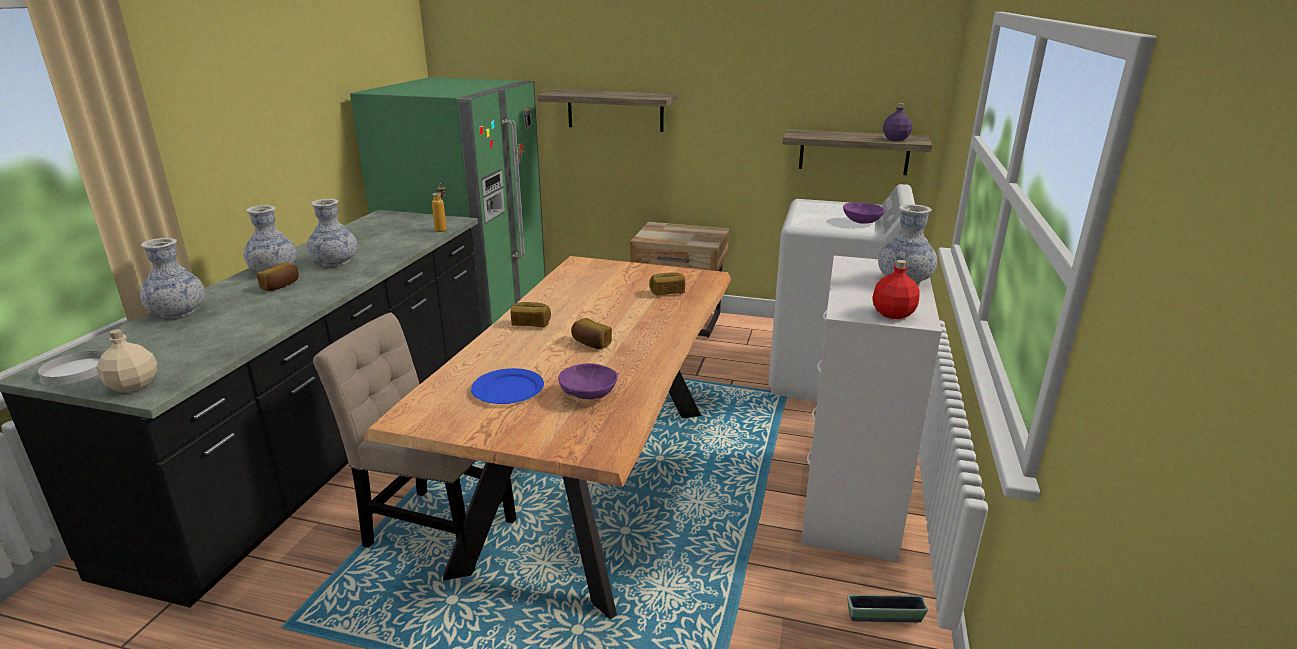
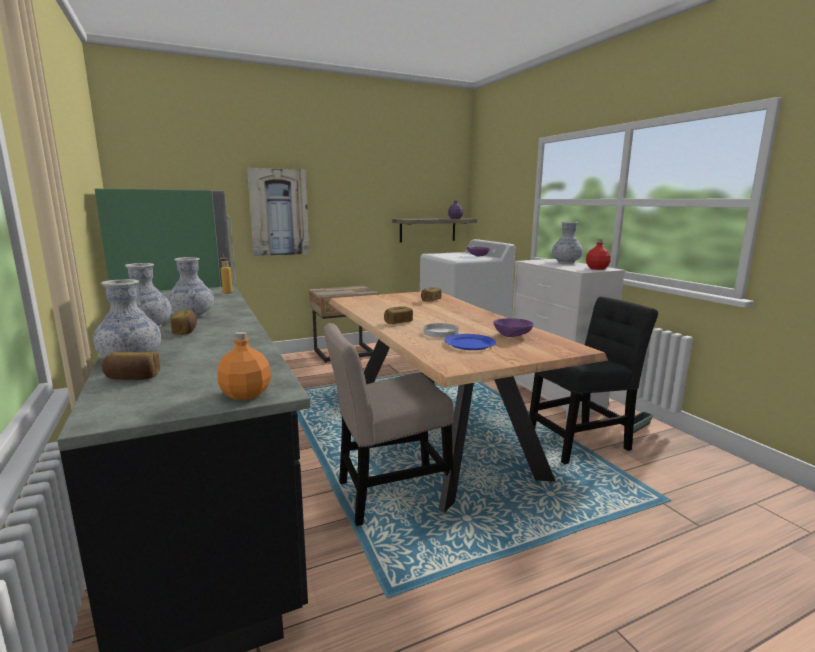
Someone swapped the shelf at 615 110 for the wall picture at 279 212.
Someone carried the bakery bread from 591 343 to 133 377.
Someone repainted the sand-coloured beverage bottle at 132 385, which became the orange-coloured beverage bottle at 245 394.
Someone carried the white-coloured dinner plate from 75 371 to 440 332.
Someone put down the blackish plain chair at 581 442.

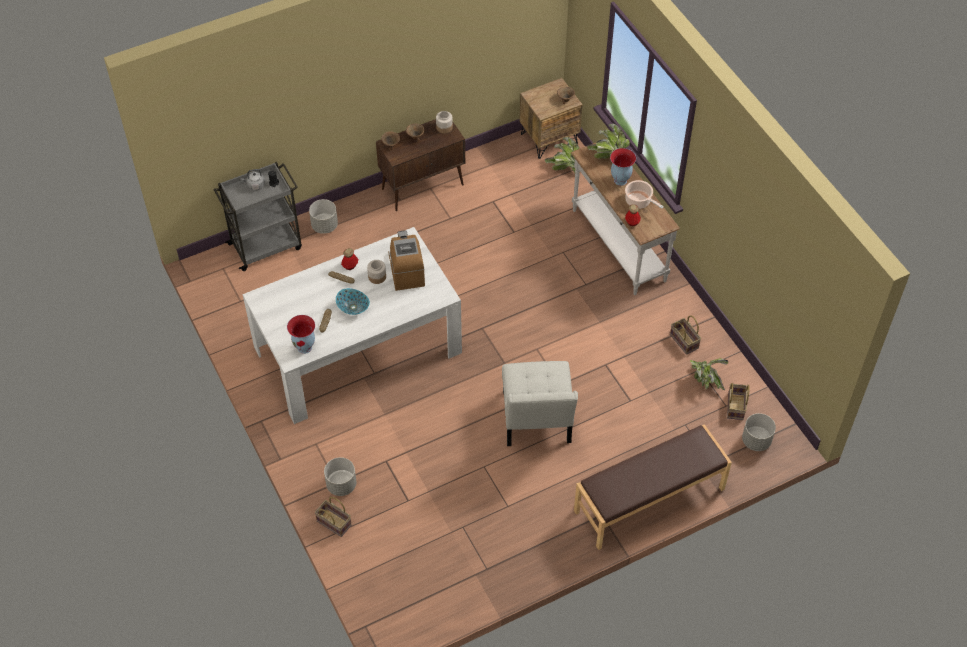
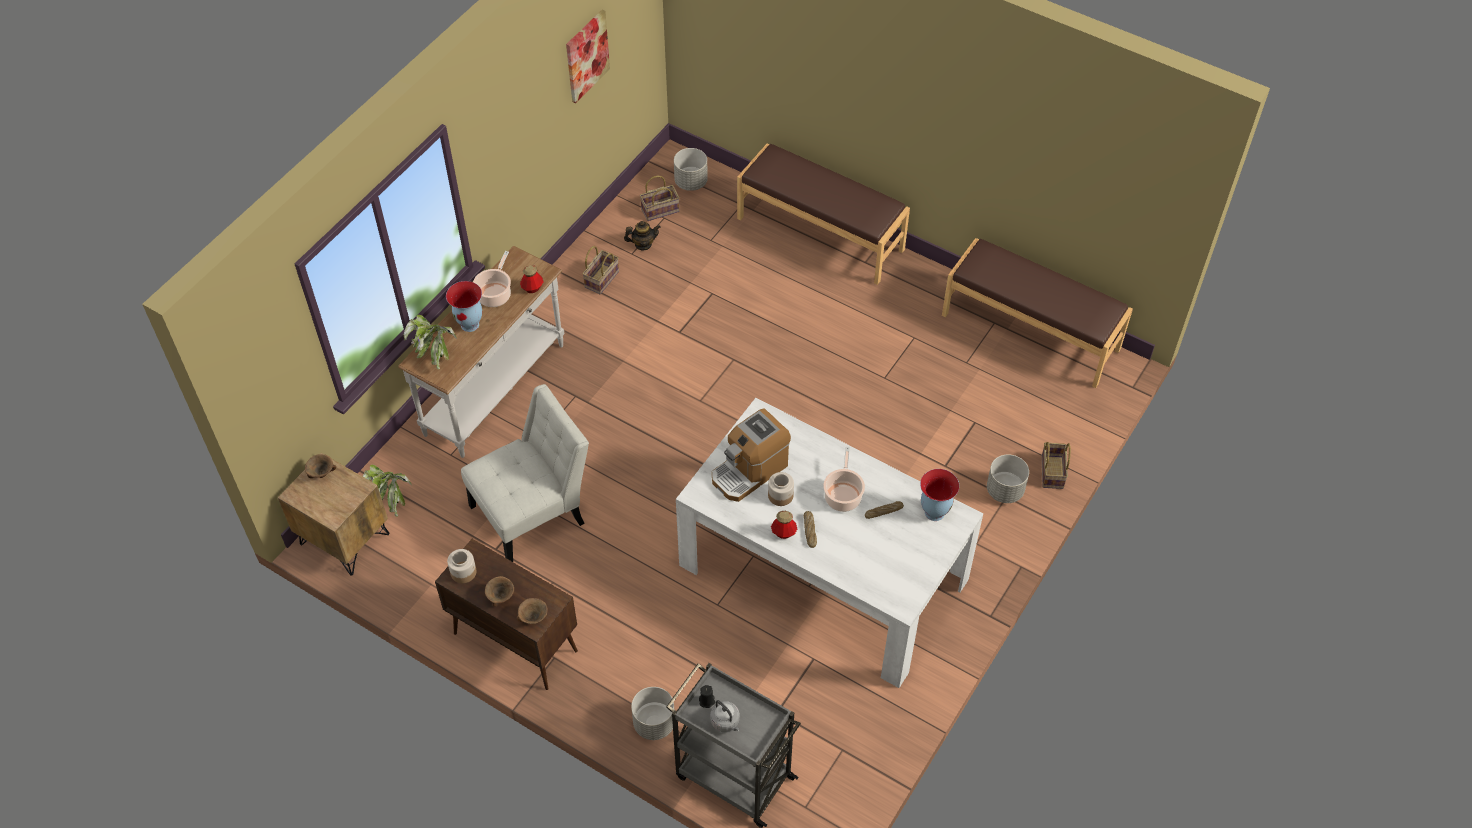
Someone swapped the bowl at 353 307 for the saucepot at 843 495.
Someone swapped the plant in a pot at 705 380 for the teapot at 643 244.
Someone carried the white-coloured plain chair from 536 421 to 533 511.
Someone put up the wall picture at 586 56.
Someone put down the brown long seat at 1030 331.

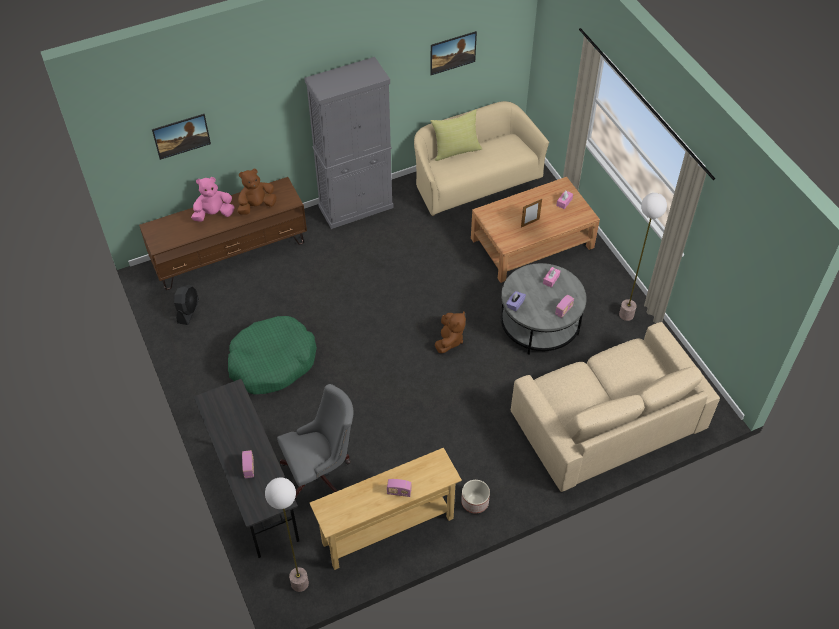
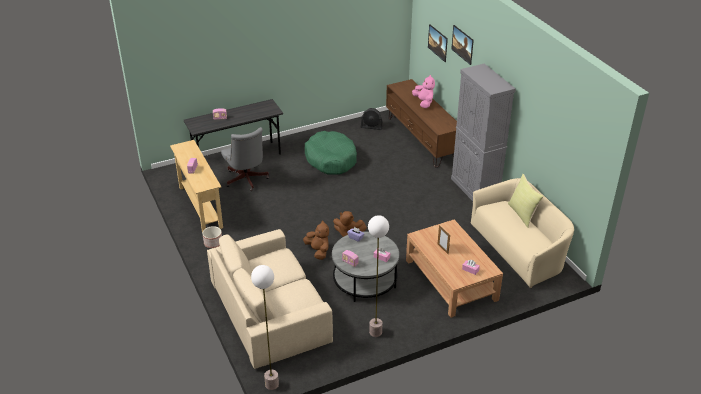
Someone carried the wall picture from 452 60 to 462 50.
Someone carried the brown soft toy from 256 206 to 318 251.
Someone carried the standard lamp from 299 583 to 271 384.

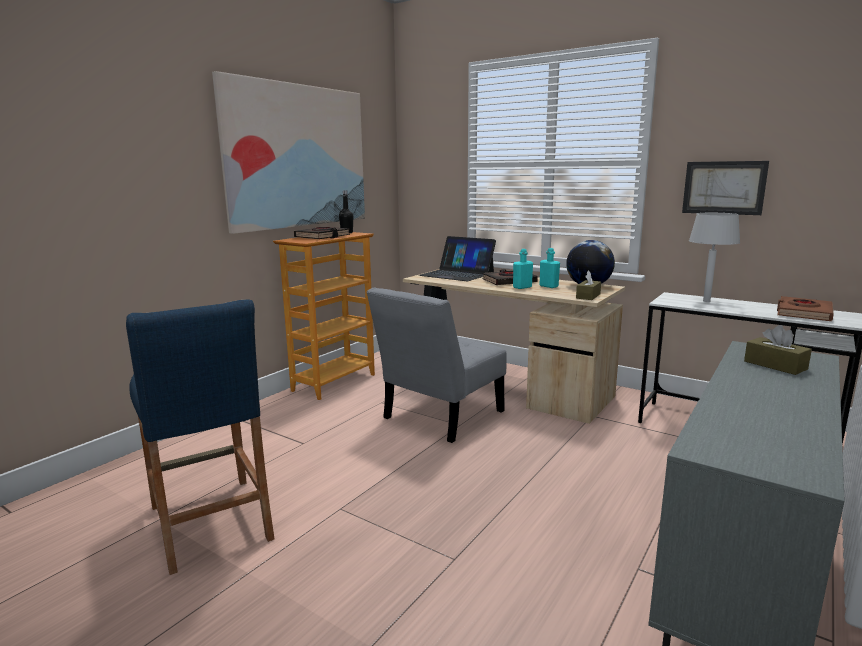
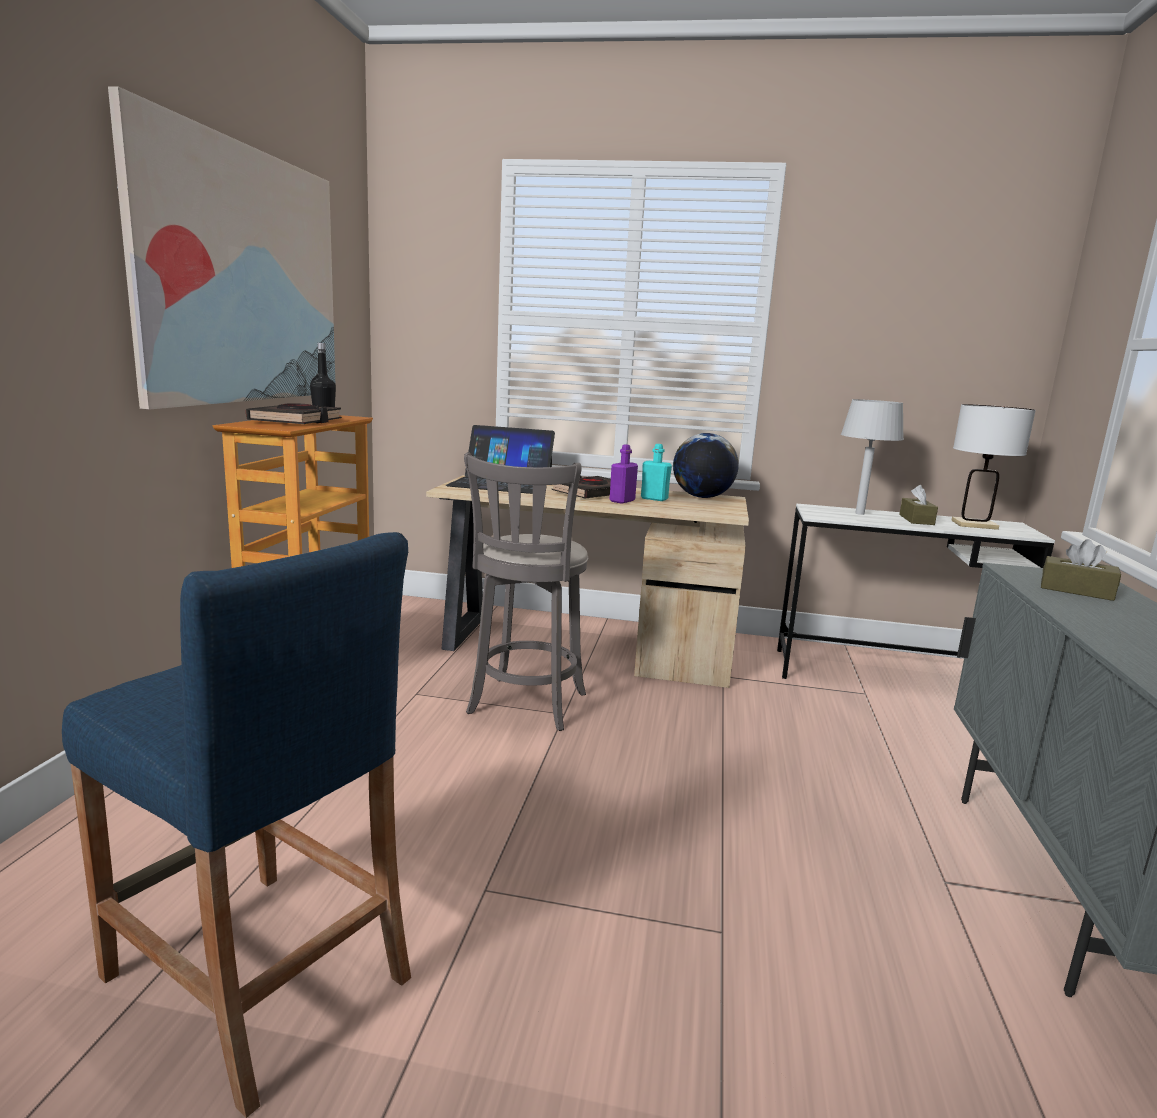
Someone took away the wall picture at 723 187.
Someone repainted the blue-green beverage bottle at 522 287, which became the purple-coloured beverage bottle at 622 501.
Someone carried the brown tissue box from 588 296 to 916 520.
Someone swapped the grey plain chair at 439 417 for the grey stool seat at 525 706.
Someone swapped the brown book at 803 313 for the white-coloured table lamp at 974 525.

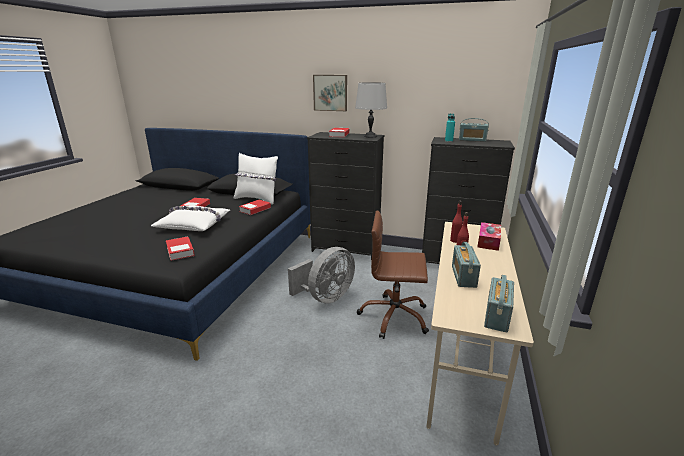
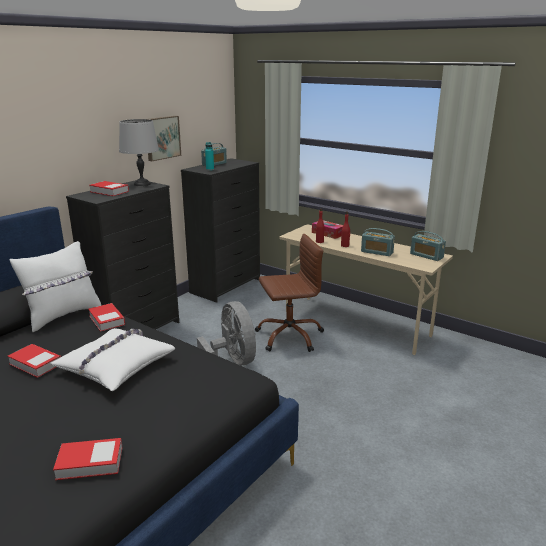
Someone carried the wall picture from 330 92 to 162 137.
Someone rotated the brown desk chair at 394 317 by 135 degrees counterclockwise.
Someone carried the book from 180 251 to 90 463.

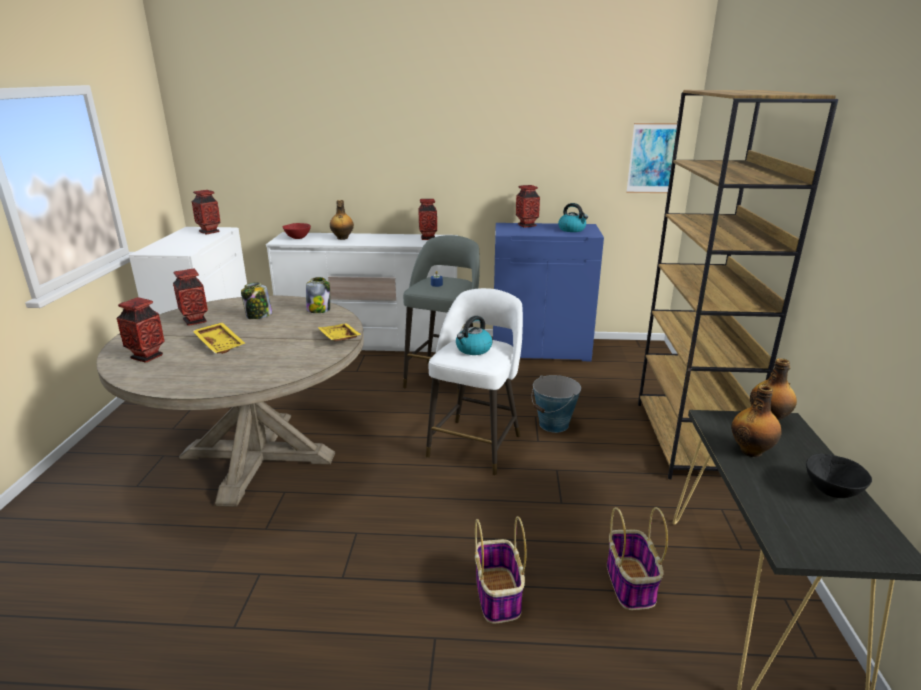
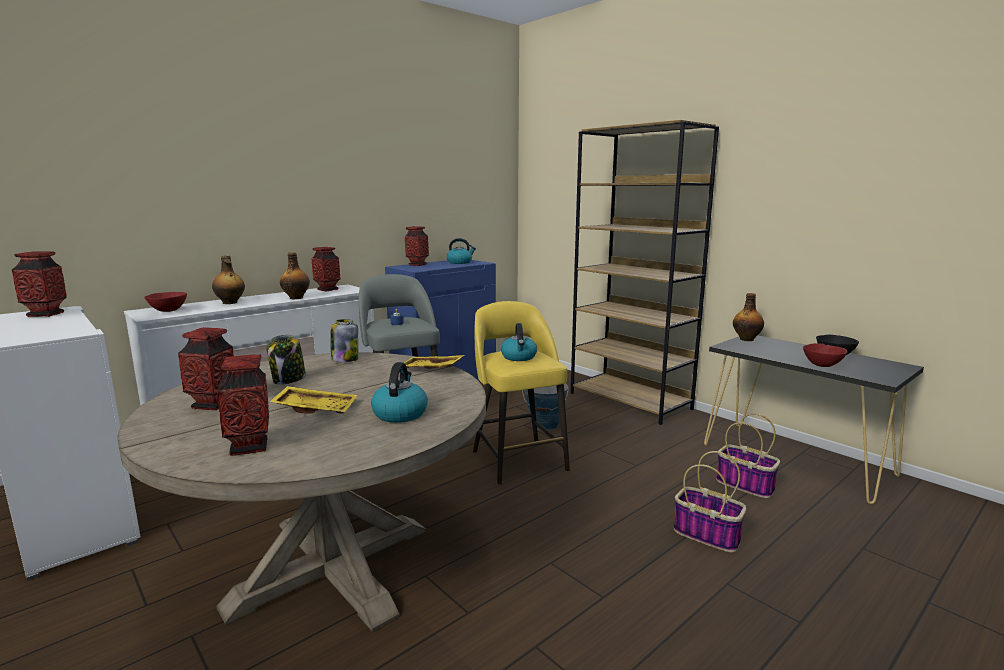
Someone took away the wall picture at 652 158.
Someone repainted the white-coloured stool seat at 476 444, which became the yellowish stool seat at 518 459.
Someone carried the beverage bottle from 751 451 to 296 298.
Someone put down the reddish bowl at 823 366.
Someone put down the water kettle at 400 413.

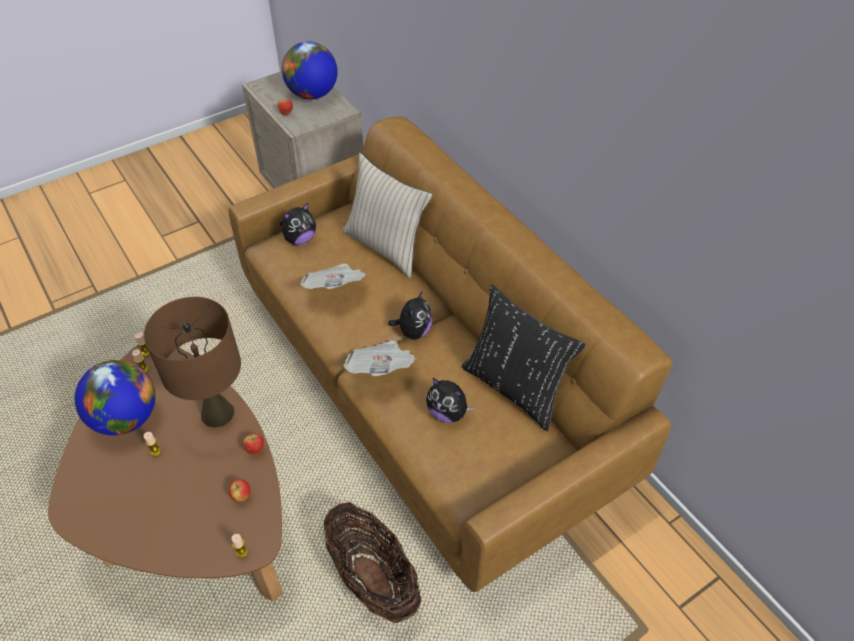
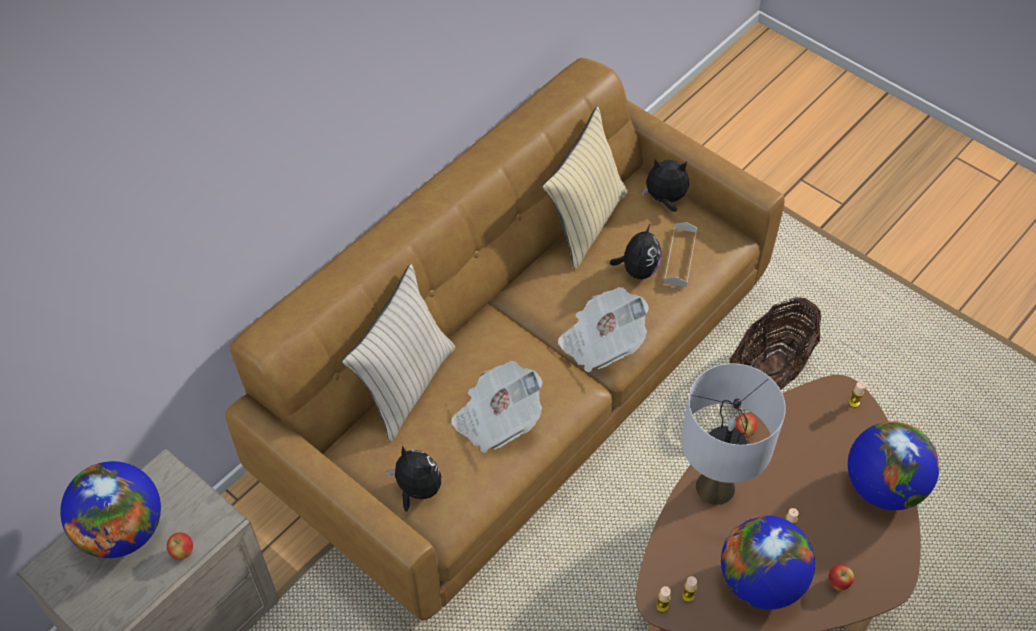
Someone repainted the blackish pillow at 514 388, which became the sand-coloured pillow at 584 223.
Someone carried the soft toy from 413 331 to 665 199.
Someone repainted the brown table lamp at 217 413, which became the grey table lamp at 714 487.
Someone carried the apple fruit from 241 496 to 838 583.
Someone put down the grey tray at 680 257.
Someone put down the desk globe at 883 486.

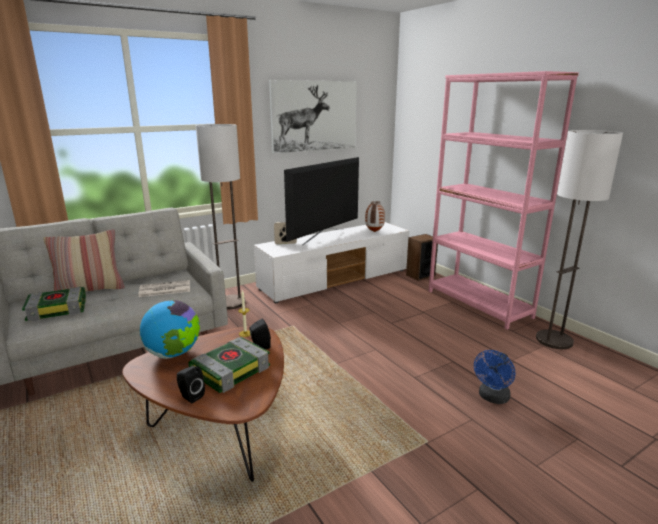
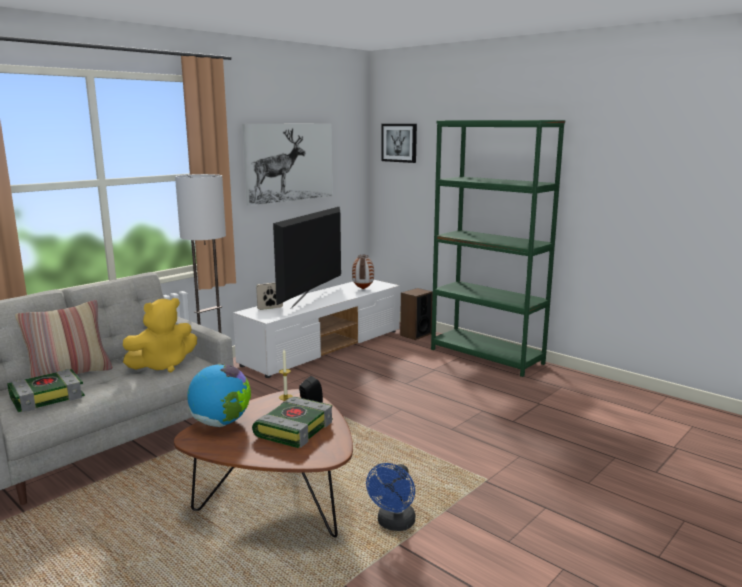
Someone repainted the pink bookcase at 478 304, which became the greenish bookcase at 486 356.
Someone took away the standard lamp at 554 340.
Someone swapped the daily paper at 164 289 for the yellowish soft toy at 163 365.
Someone carried the bluish fan from 492 398 to 394 524.
Someone took away the blackish loudspeaker at 190 396.
Someone put up the wall picture at 399 143.

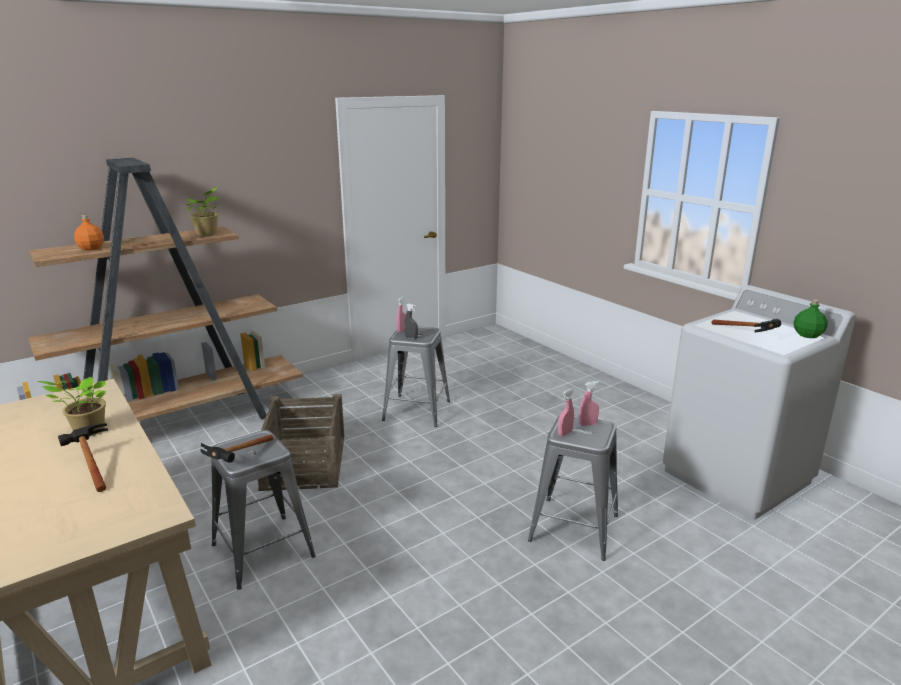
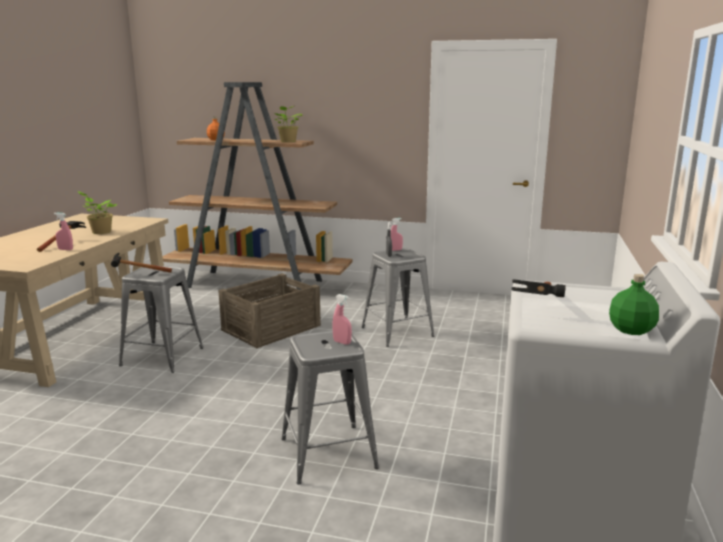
Someone carried the pink hand sprayer from 565 433 to 65 249.

